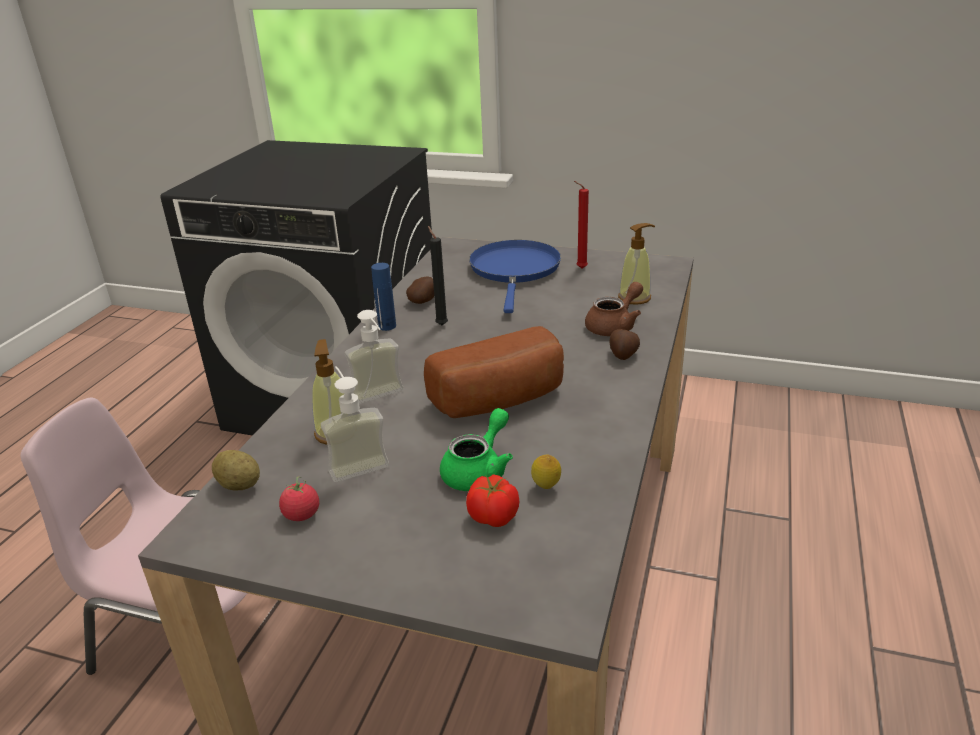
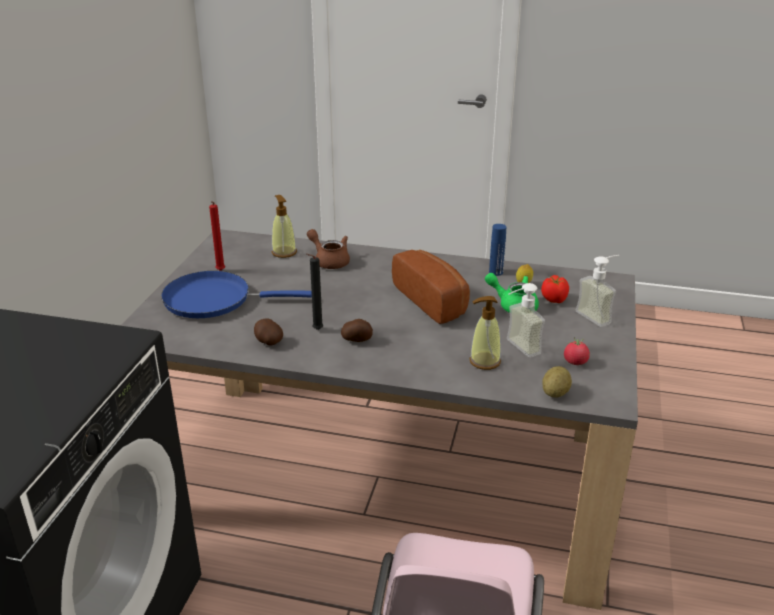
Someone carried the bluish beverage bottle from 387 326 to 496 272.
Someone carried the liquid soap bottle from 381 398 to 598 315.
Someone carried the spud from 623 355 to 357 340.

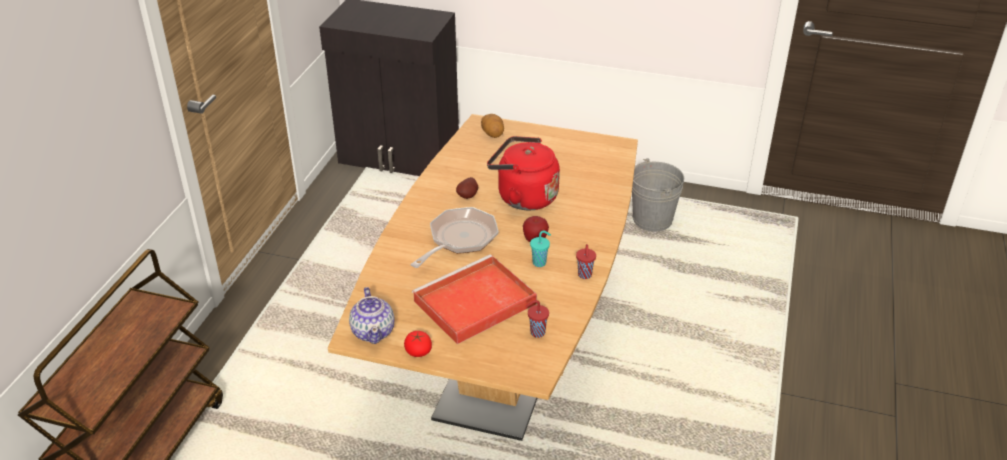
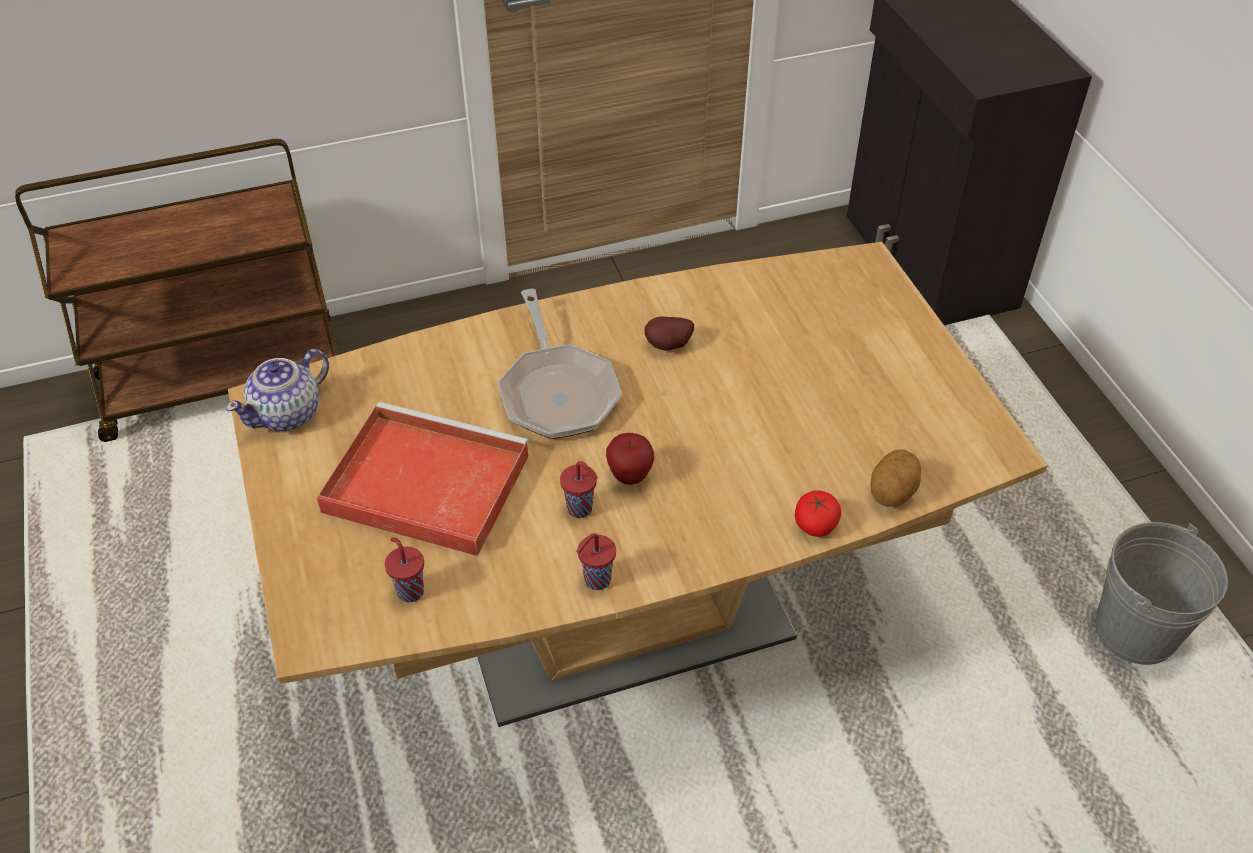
Someone carried the spud from 493 134 to 893 493.
Someone took away the reddish water kettle at 523 197.
Someone rotated the pan at 459 239 by 75 degrees clockwise.
Someone repainted the blue-green drinking cup at 540 262, which became the reddish drinking cup at 581 509.
Someone carried the whole tomato from 418 351 to 815 524.

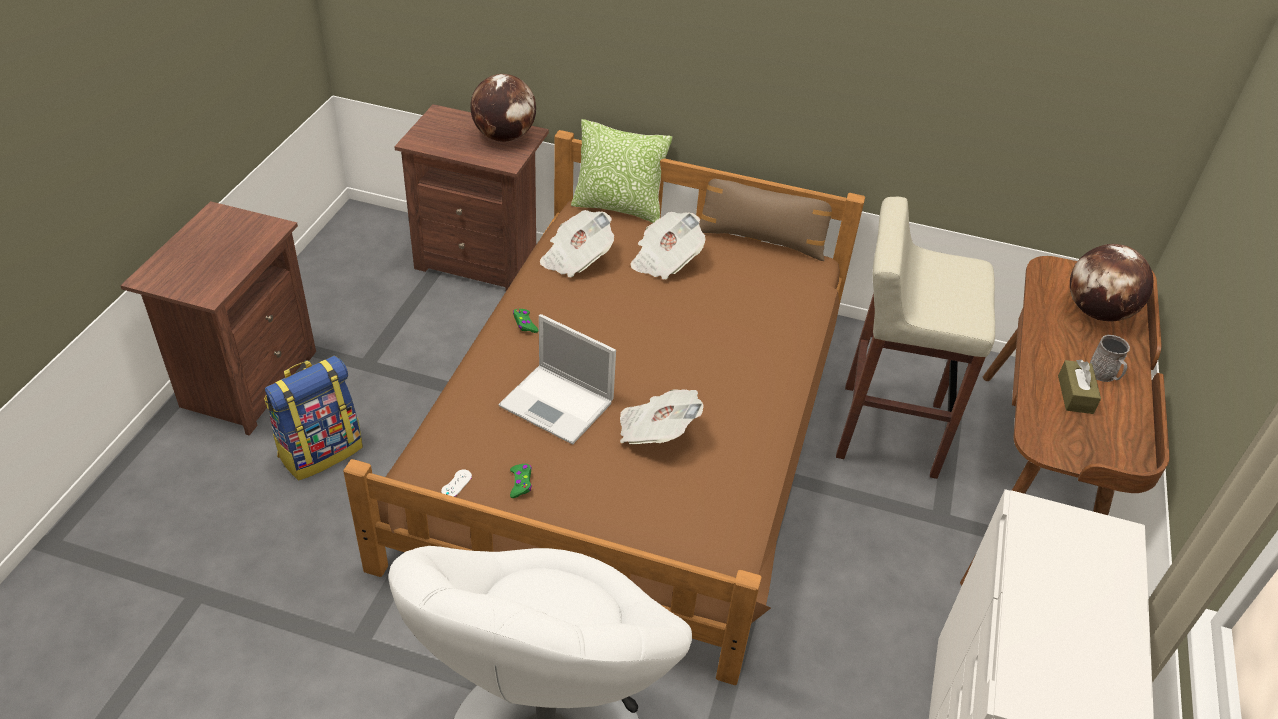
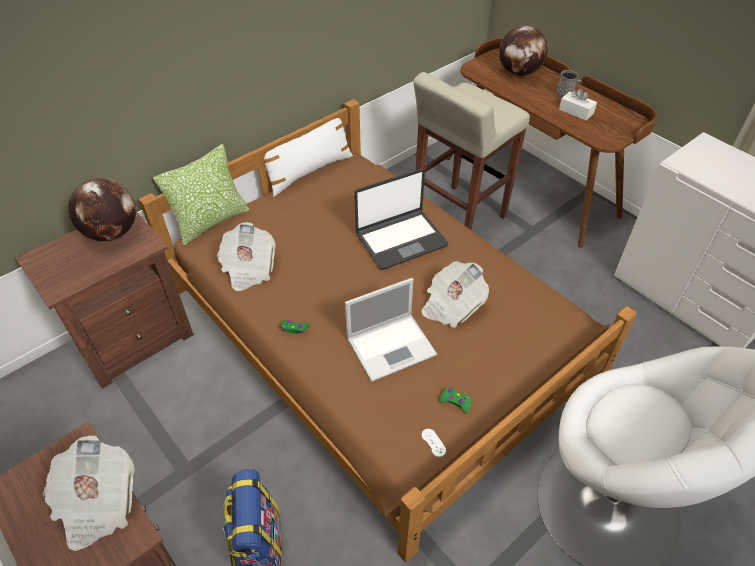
Someone repainted the brown pillow at 761 240, which became the white-coloured pillow at 309 171.
Someone carried the daily paper from 665 261 to 97 503.
Someone repainted the brown tissue box at 1075 394, which became the white-coloured tissue box at 576 111.
Someone put down the laptop at 400 239.

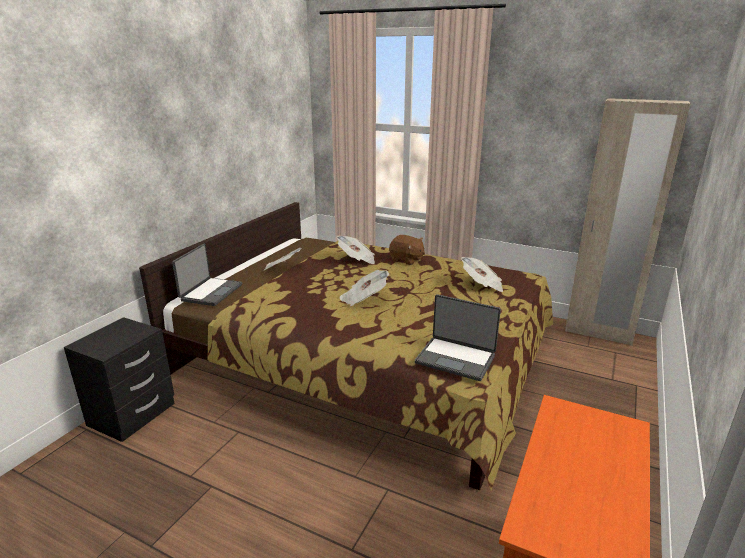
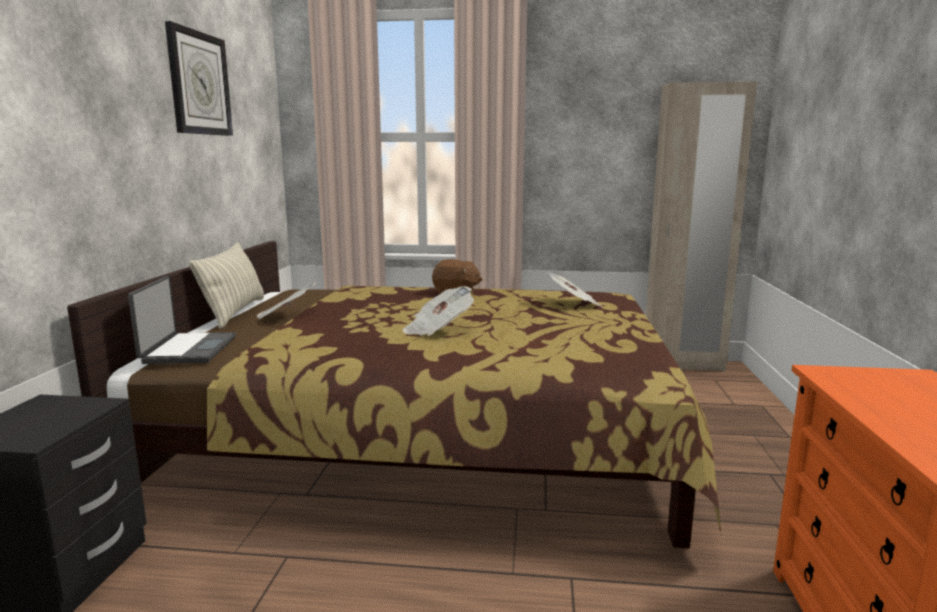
Someone took away the daily paper at 357 260.
Someone took away the laptop at 456 358.
Someone put up the hanging clock at 199 83.
Someone put down the pillow at 234 312.

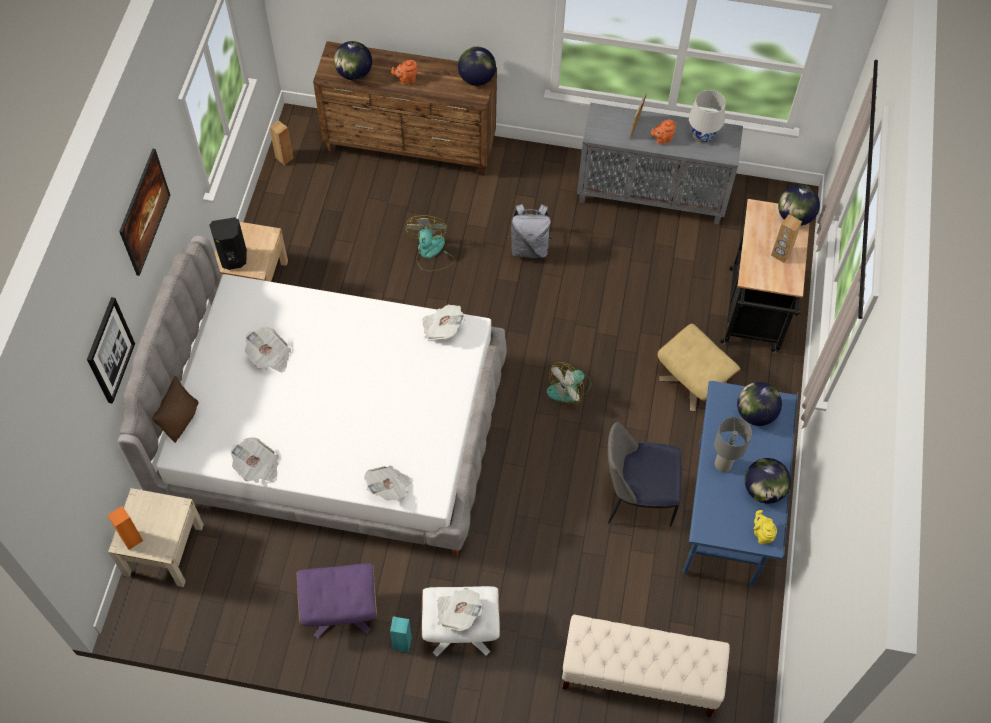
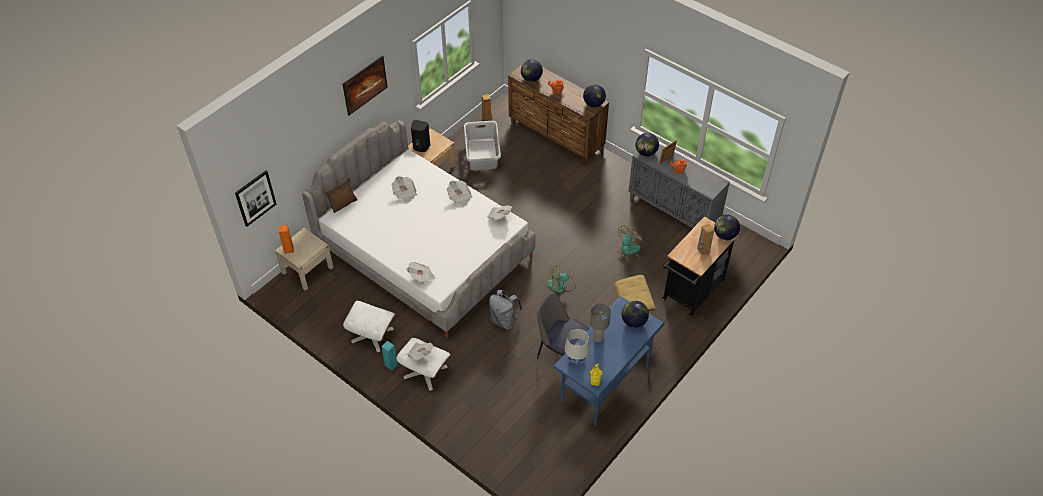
Someone carried the white-coloured table lamp from 702 135 to 576 358.
Someone carried the grey rucksack from 529 248 to 504 320.
Someone carried the fan from 431 253 to 628 252.
Someone carried the wall picture from 109 350 to 255 198.
Someone carried the daily paper from 258 467 to 459 198.
Someone carried the desk globe from 763 490 to 646 153.
Someone repainted the purple-coloured ottoman at 341 608, which became the white-coloured ottoman at 372 335.
Someone took away the sand-coloured long seat at 639 676.
Someone put down the grey washing basket at 482 154.

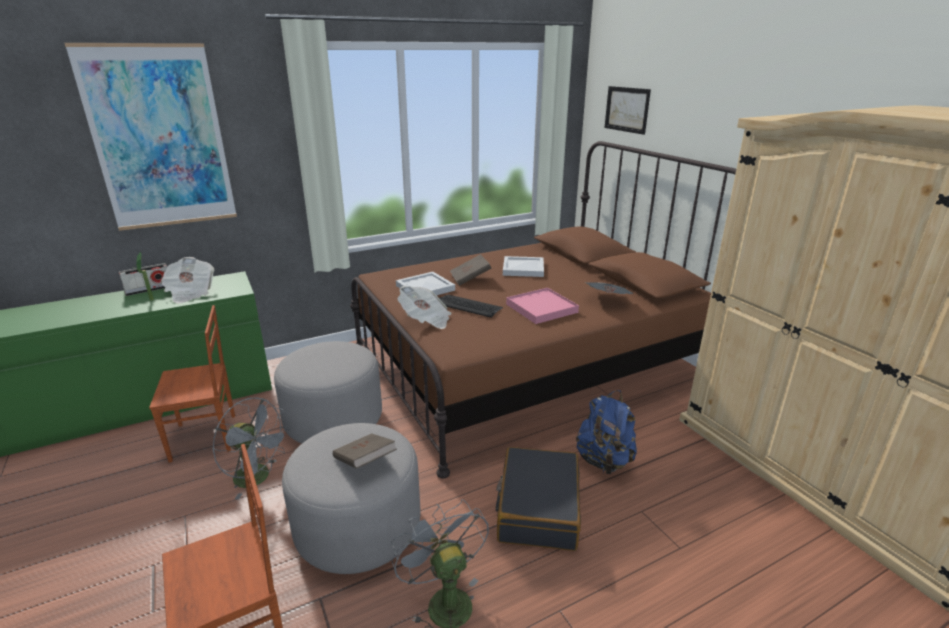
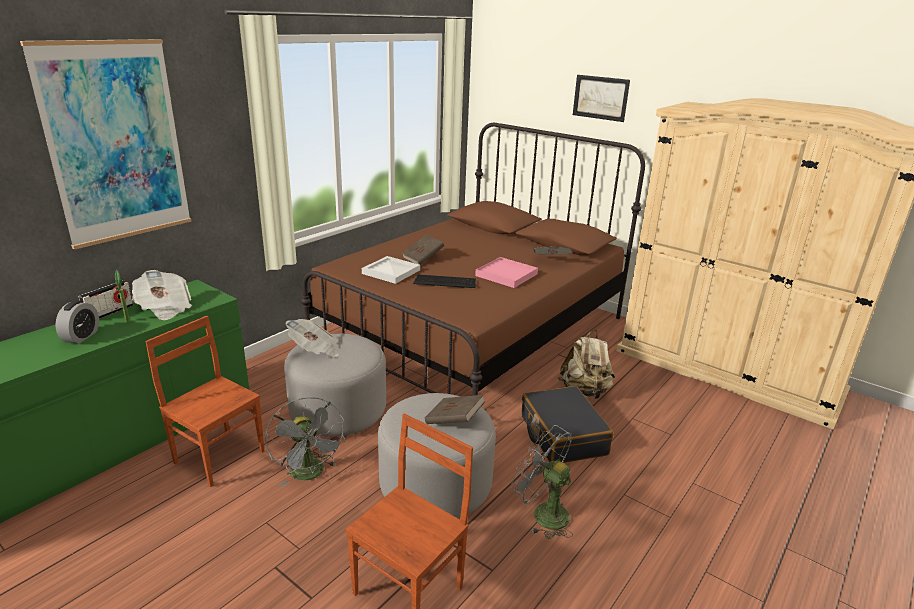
Someone carried the wall picture from 627 109 to 600 98.
Someone took away the white-coloured tray at 524 268.
Someone carried the daily paper from 425 320 to 315 350.
Someone rotated the brown plain chair at 205 438 by 105 degrees counterclockwise.
Someone repainted the bluish rucksack at 604 461, which became the sand-coloured rucksack at 585 391.
Someone rotated the grey fan at 258 478 by 60 degrees clockwise.
Someone put down the bedside clock at 81 336.

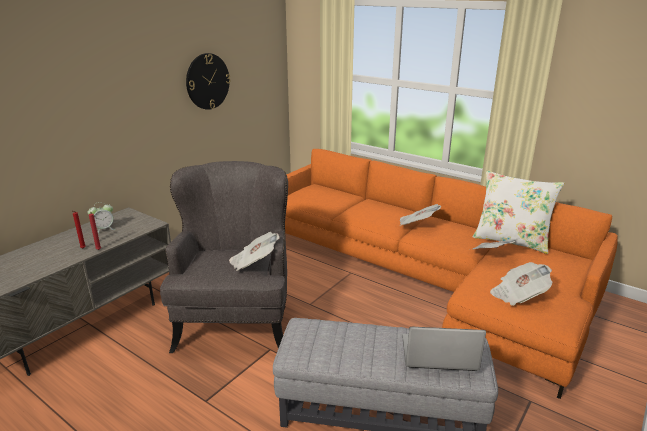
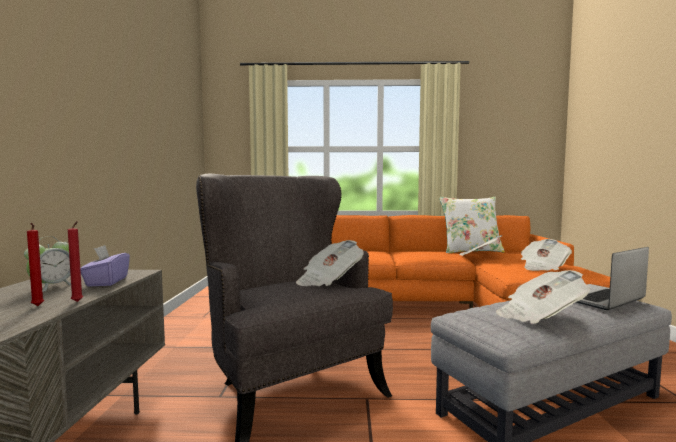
Someone took away the hanging clock at 207 81.
Someone carried the daily paper from 417 224 to 538 316.
Someone put down the purple-coloured tissue box at 106 282.

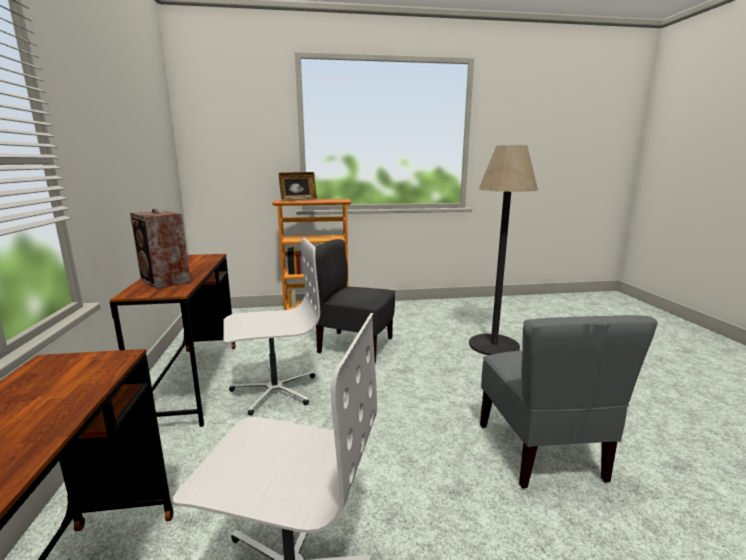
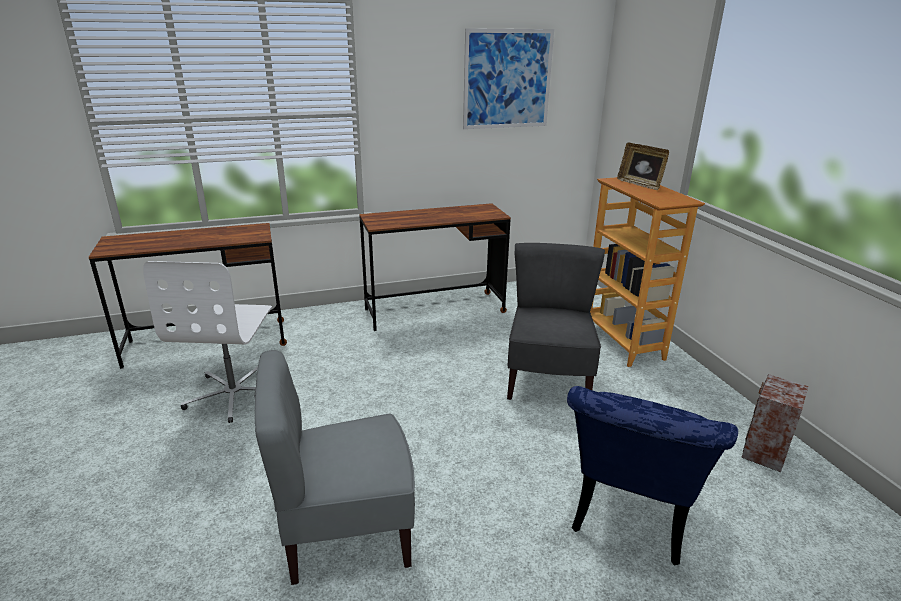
Someone swapped the standard lamp at 494 345 for the bluish plain chair at 628 518.
Someone carried the loudspeaker from 165 281 to 763 452.
Someone took away the white-coloured desk chair at 274 390.
Someone put up the wall picture at 507 79.

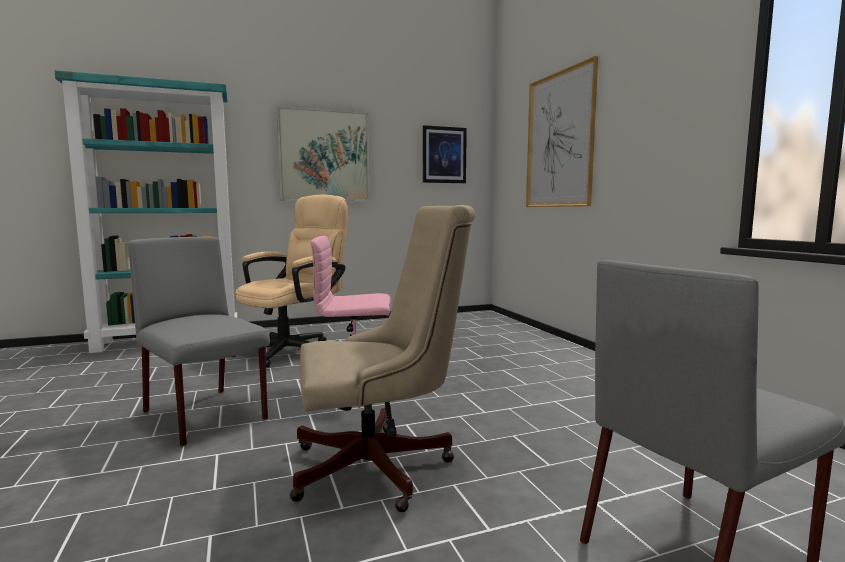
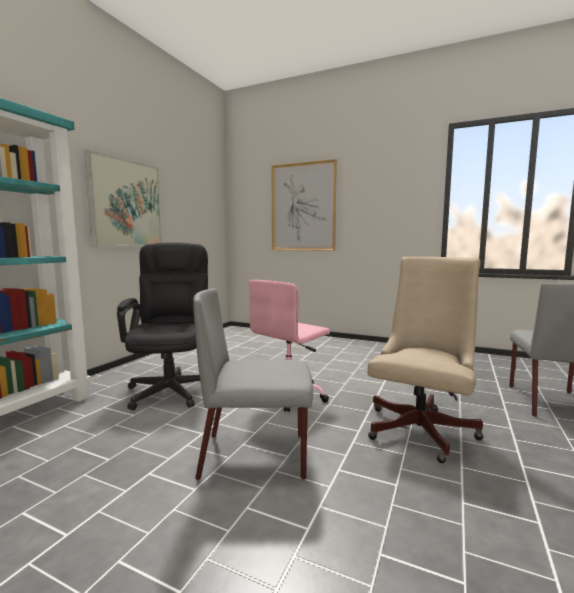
Someone took away the wall picture at 444 155.
Someone repainted the sand-coloured desk chair at 294 350, which became the blackish desk chair at 172 387.

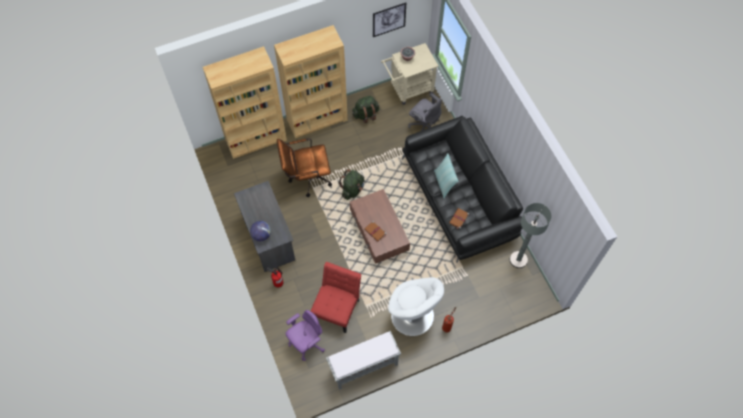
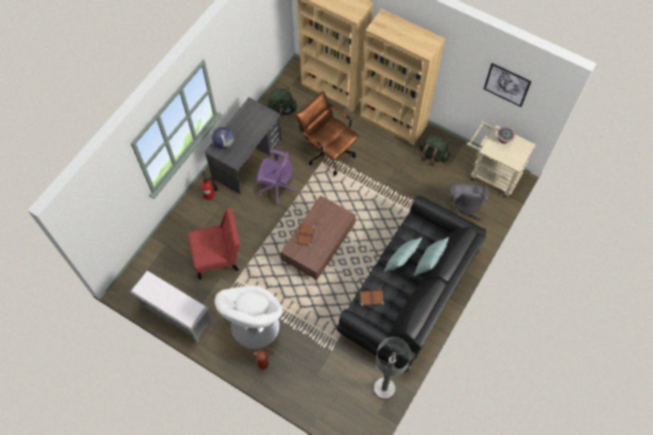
Someone carried the greenish rucksack from 352 189 to 282 110.
Someone carried the purple-coloured desk chair from 307 343 to 276 188.
Someone put down the pillow at 429 264.

